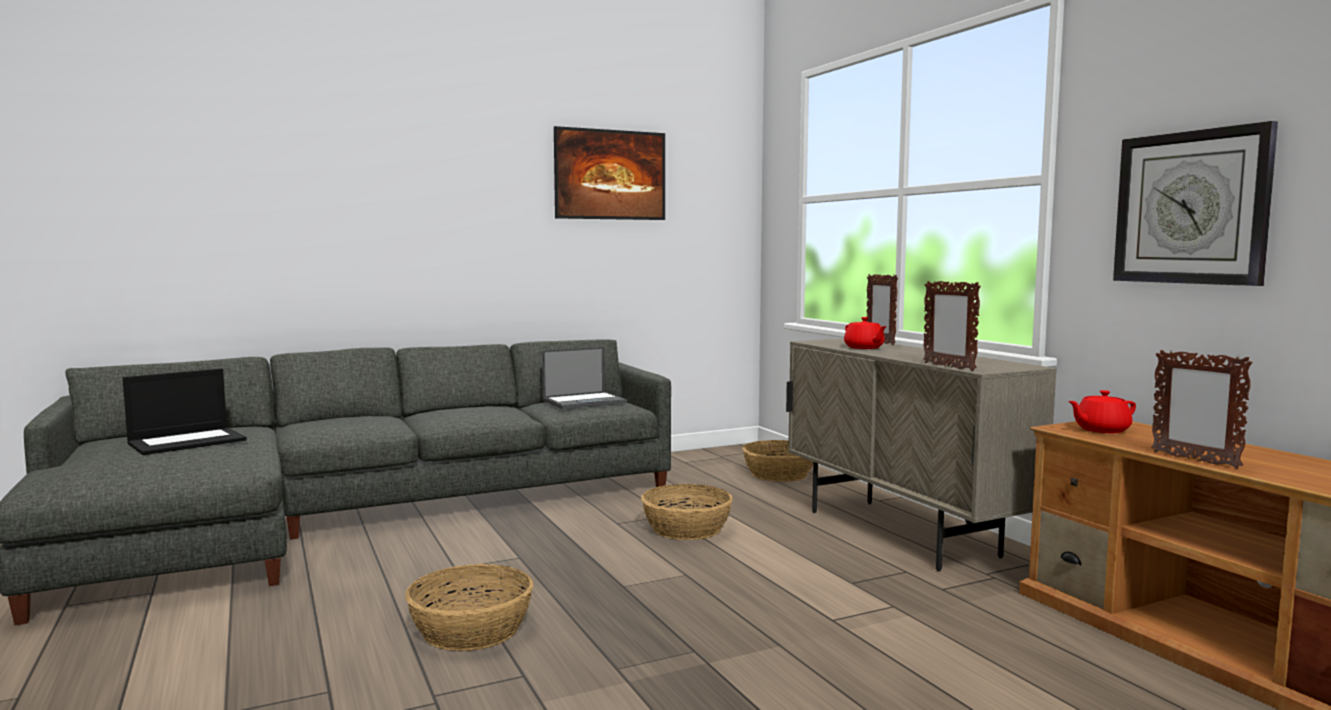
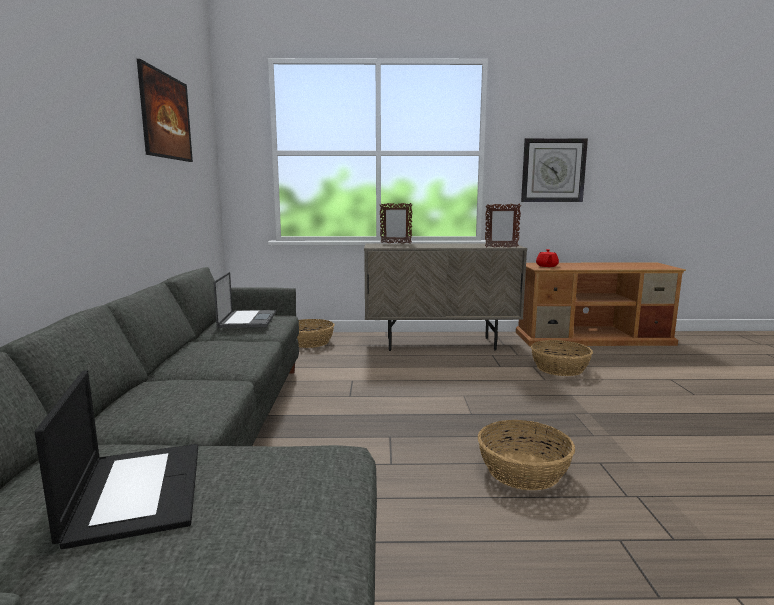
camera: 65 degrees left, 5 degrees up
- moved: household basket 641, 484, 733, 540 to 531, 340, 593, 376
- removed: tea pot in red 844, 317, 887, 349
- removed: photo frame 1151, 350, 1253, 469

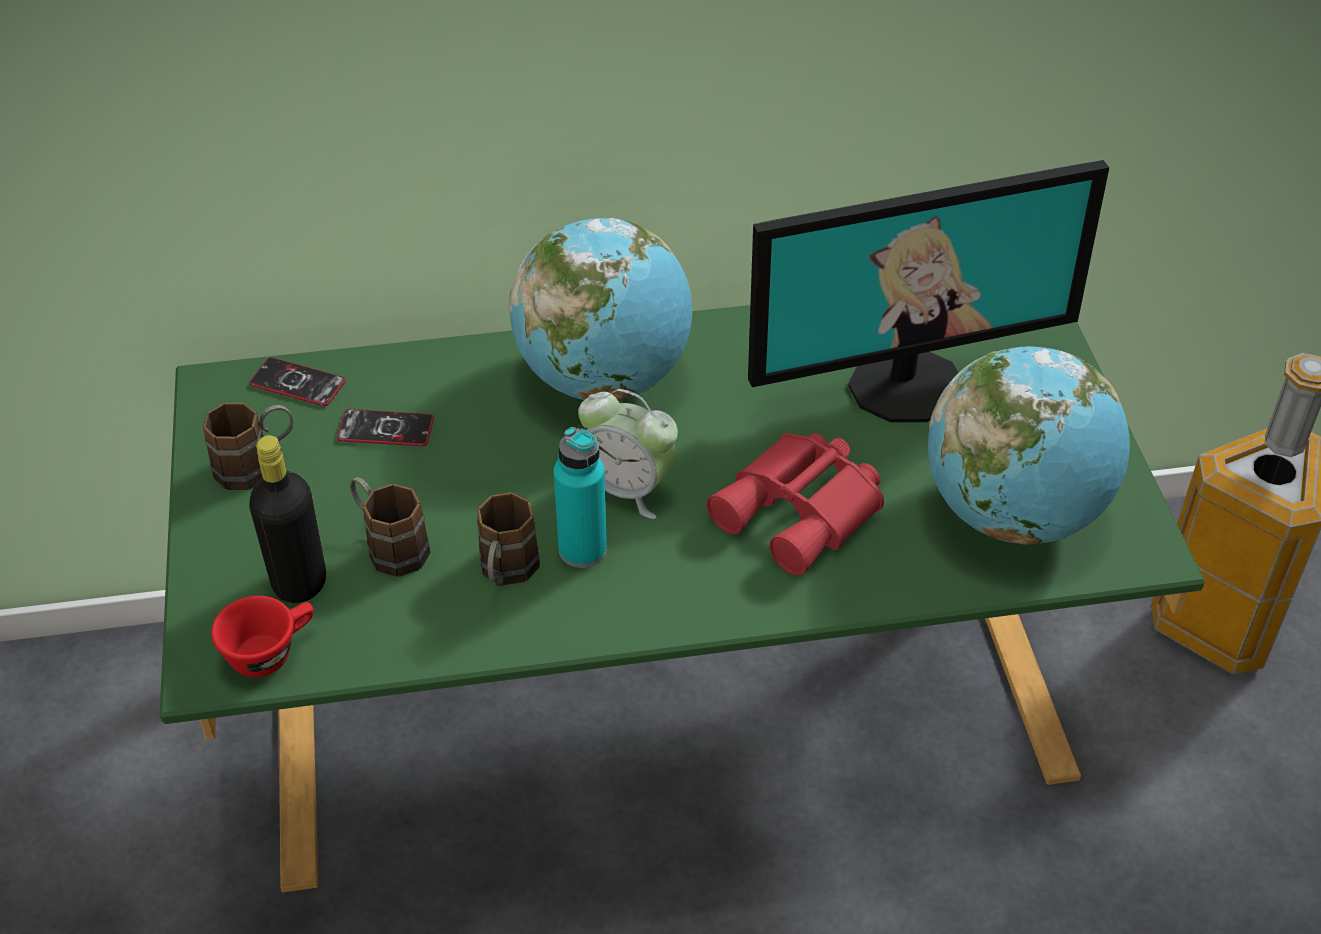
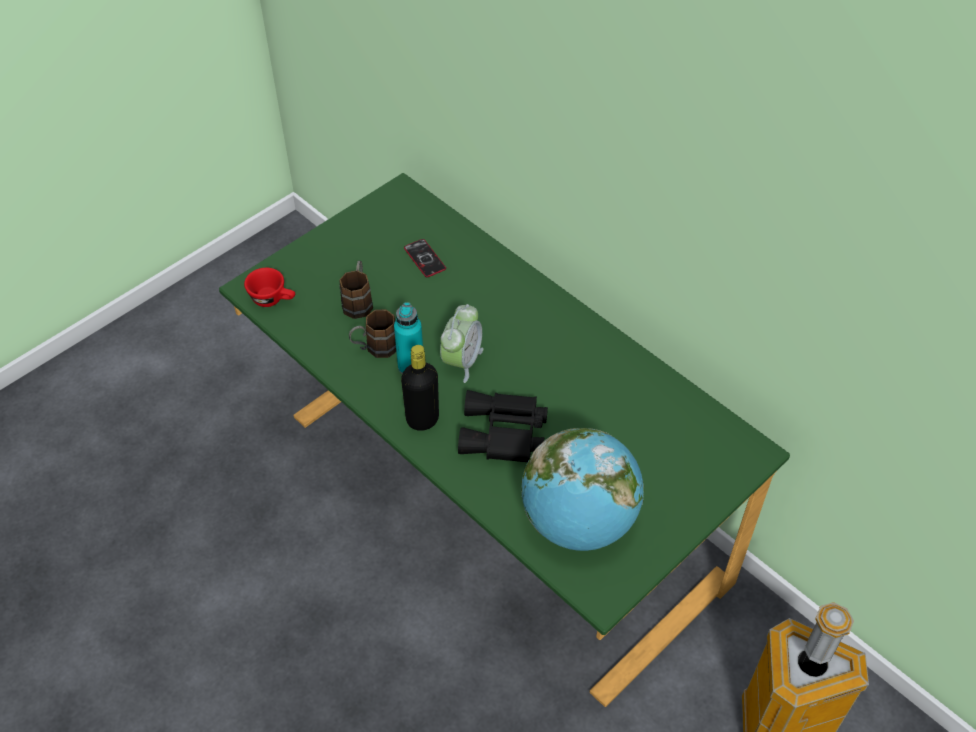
camera: 55 degrees right, 5 degrees up
- moved: bottle in blackish 249, 435, 326, 603 to 401, 345, 439, 431
- turned: alarm clock 578, 389, 678, 519 = 440, 304, 484, 383 150 degrees counterclockwise
- recoloured: pair of binoculars in red 706, 433, 884, 576 to pair of binoculars in blackish 458, 390, 548, 463
- removed: tea mug in brownish 203, 403, 293, 490
- removed: telephone 249, 357, 346, 406
- removed: world globe 509, 218, 692, 400
- removed: monitor 748, 160, 1109, 422

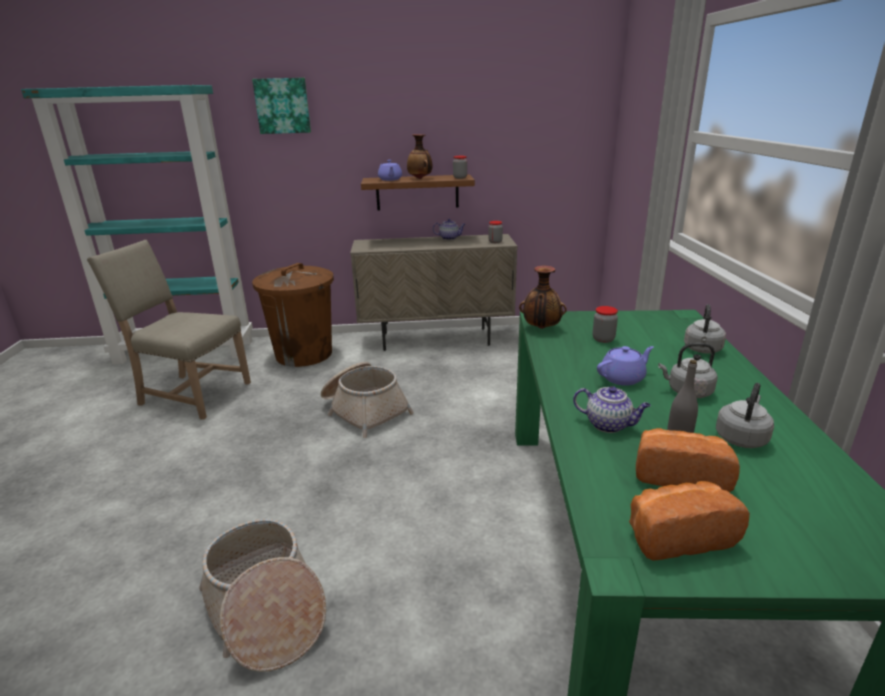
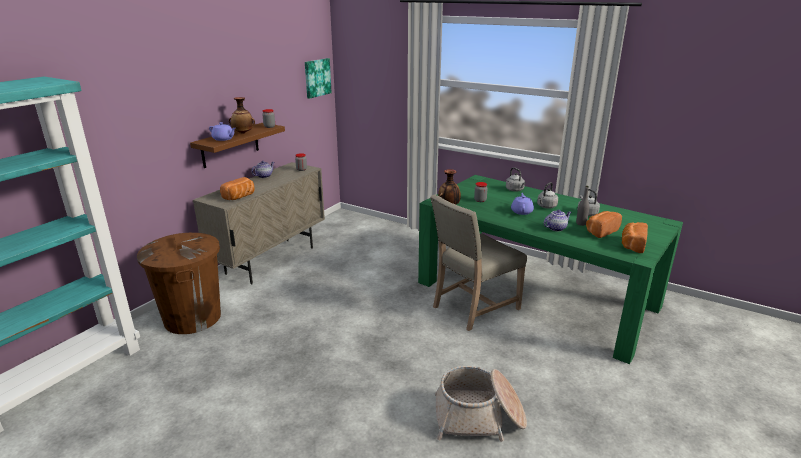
camera: 55 degrees left, 0 degrees up
- added: bakery bread 220, 177, 254, 200
- moved: wall picture 252, 78, 311, 134 to 305, 58, 332, 99
- moved: plain chair in beige 87, 240, 251, 420 to 430, 194, 527, 331
- removed: household basket 321, 362, 414, 438

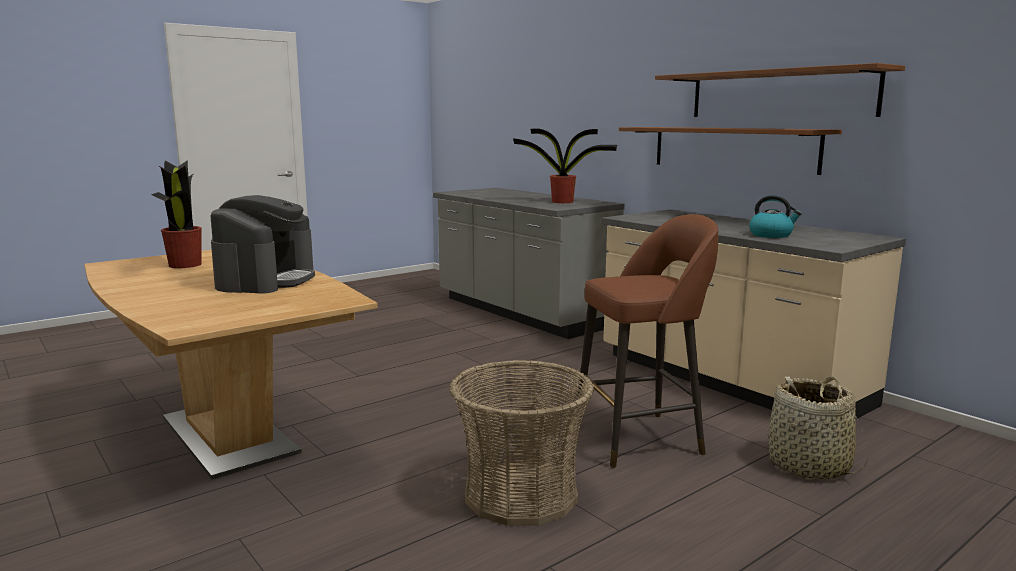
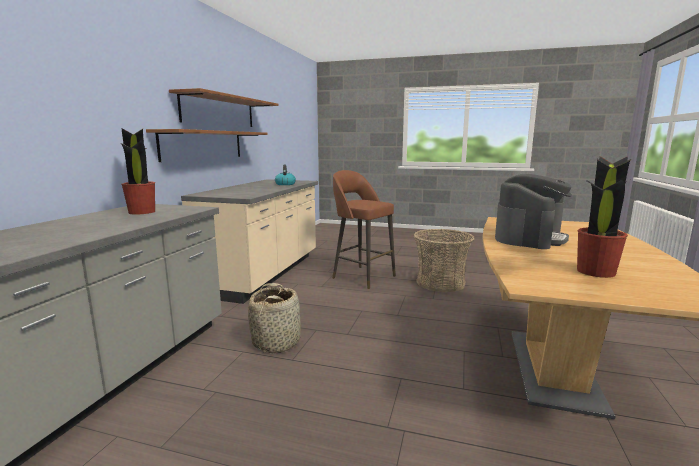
camera: 125 degrees left, 0 degrees up
- moved: household basket 767, 376, 868, 480 to 248, 283, 301, 353
- turned: coffee brewer 211, 195, 315, 294 = 495, 174, 572, 249 150 degrees clockwise

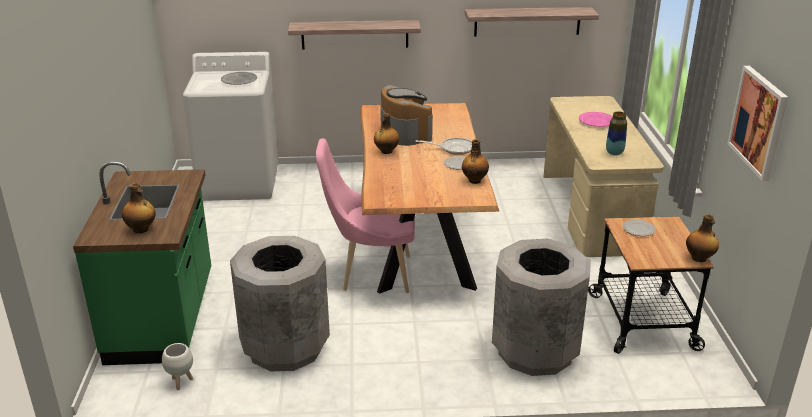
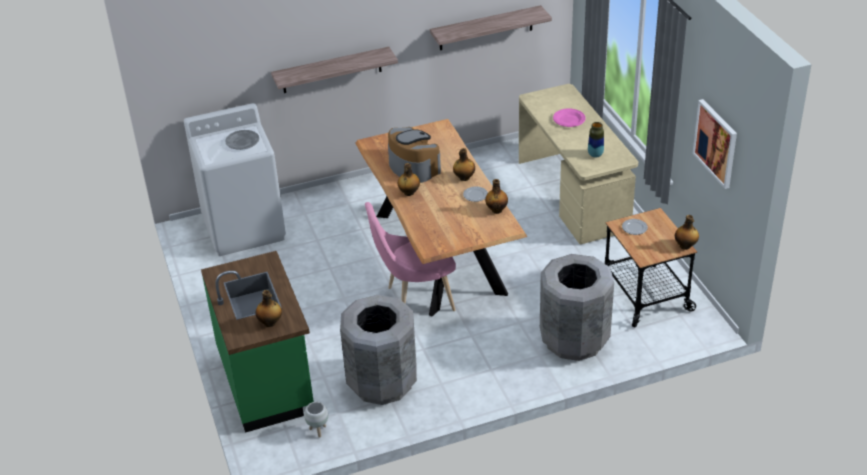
camera: 15 degrees left, 10 degrees up
- replaced: pan 416, 138, 472, 155 to bottle 453, 148, 475, 181

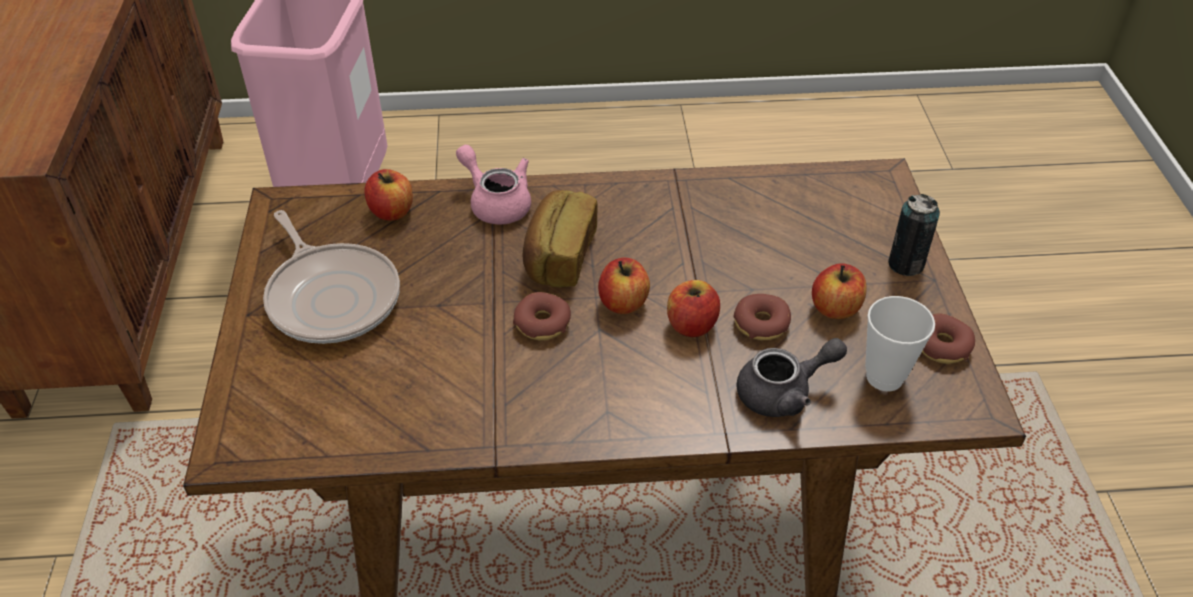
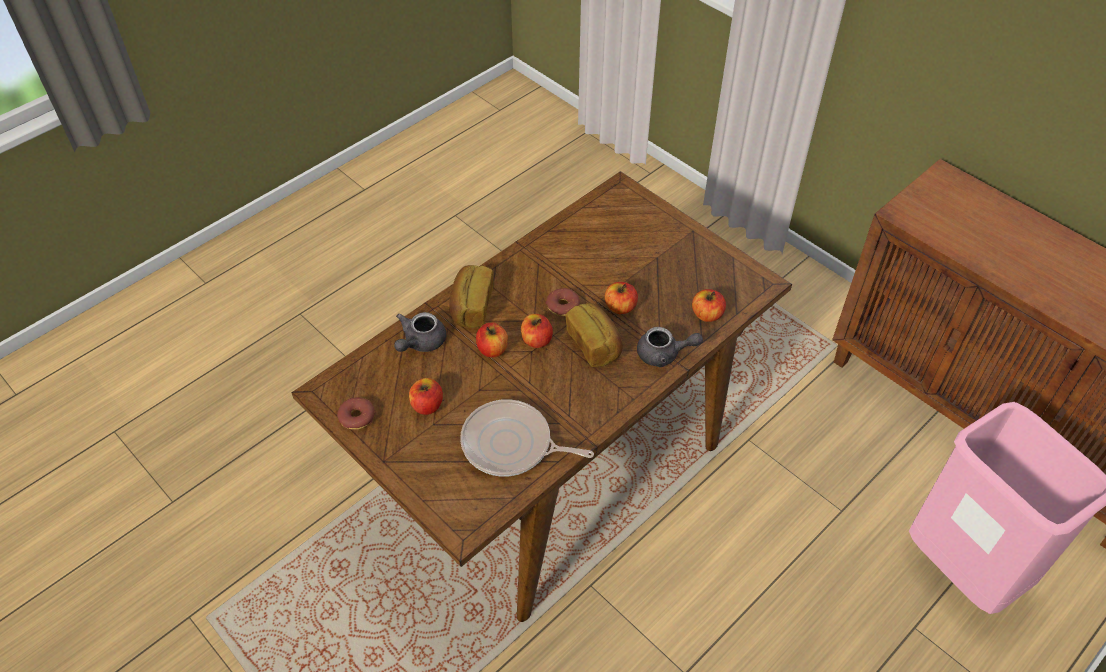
camera: 140 degrees right, 5 degrees up
- added: bakery bread 449, 265, 494, 328
- moved: pan 263, 210, 400, 344 to 460, 399, 594, 477
- added: whole apple 605, 282, 638, 314
- recoloured: tea pot in pink-coloured 456, 145, 531, 225 to tea pot in grey 637, 327, 703, 367
- removed: ring doughnut 734, 294, 791, 340
- removed: drinking cup 865, 296, 935, 391
- removed: sealed can 888, 194, 940, 276

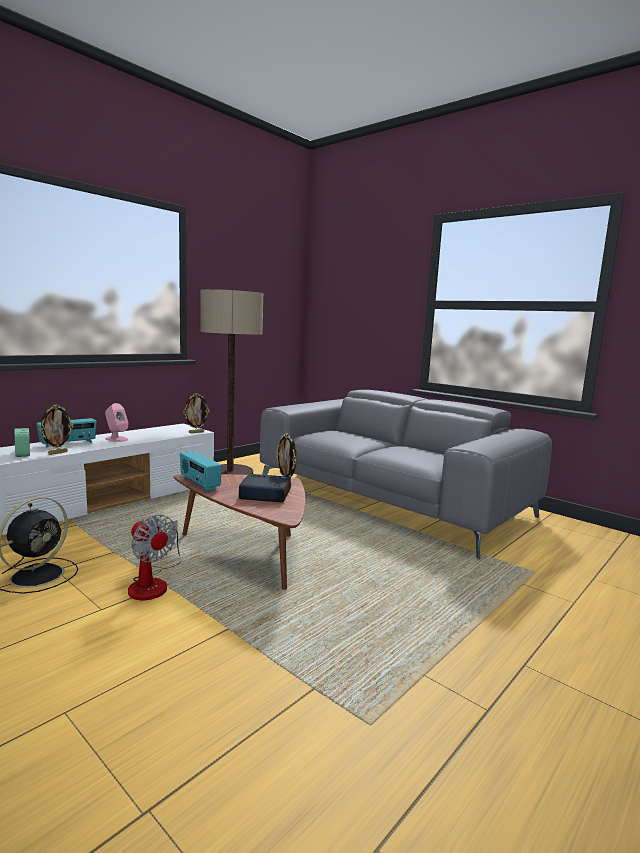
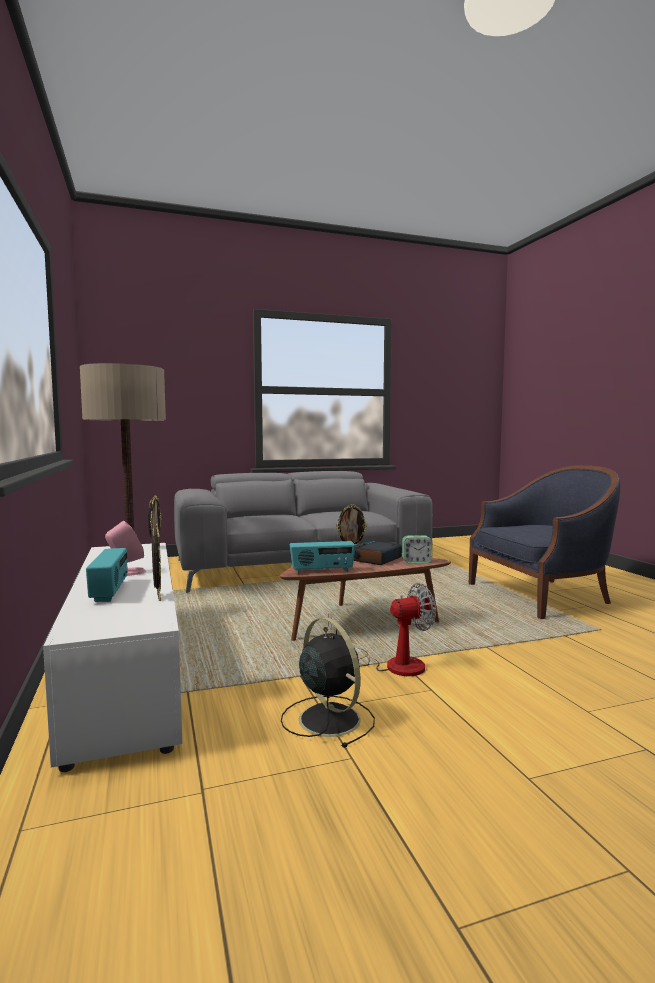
camera: 60 degrees left, 5 degrees down
- moved: alarm clock 14, 428, 30, 457 to 402, 535, 432, 563
- added: armchair in blue 469, 465, 620, 619

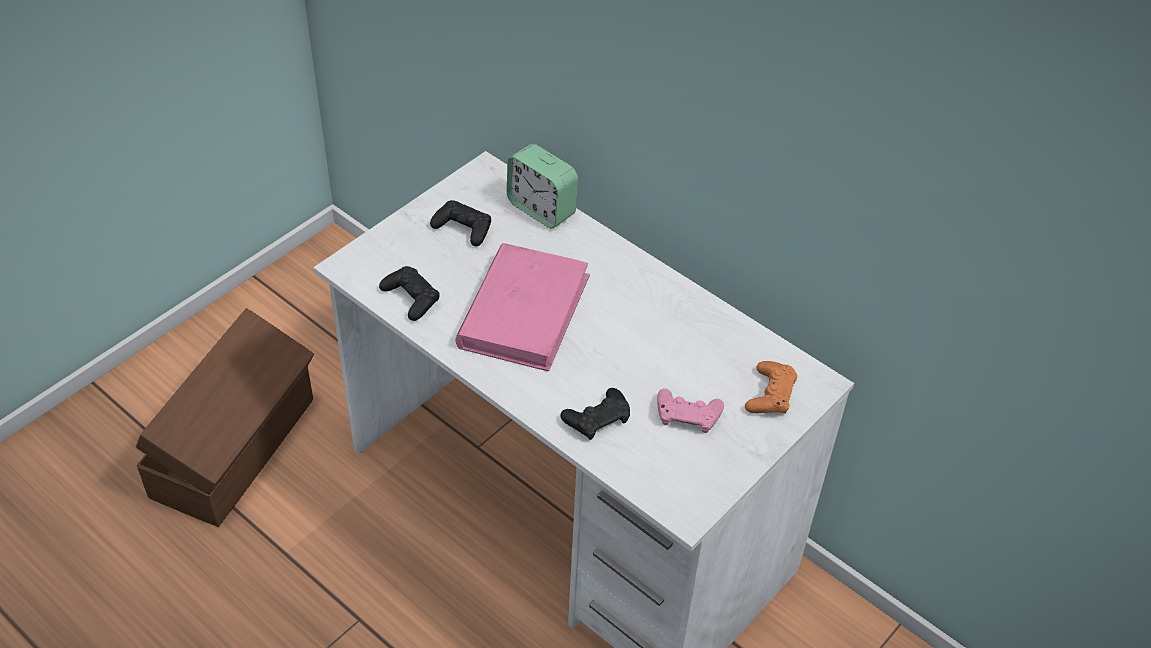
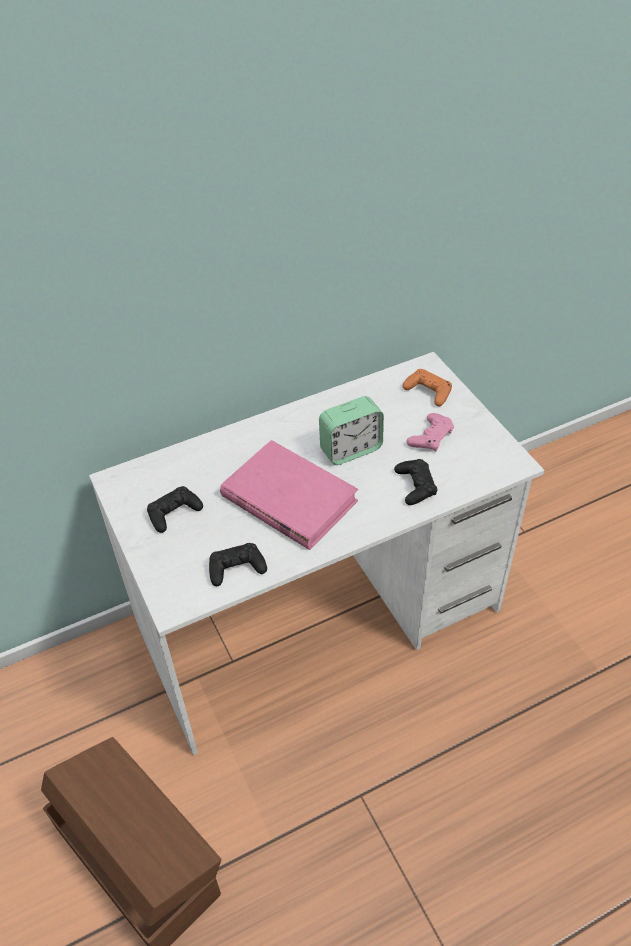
camera: 65 degrees left, 0 degrees up
- moved: alarm clock 507, 144, 578, 228 to 319, 396, 384, 465

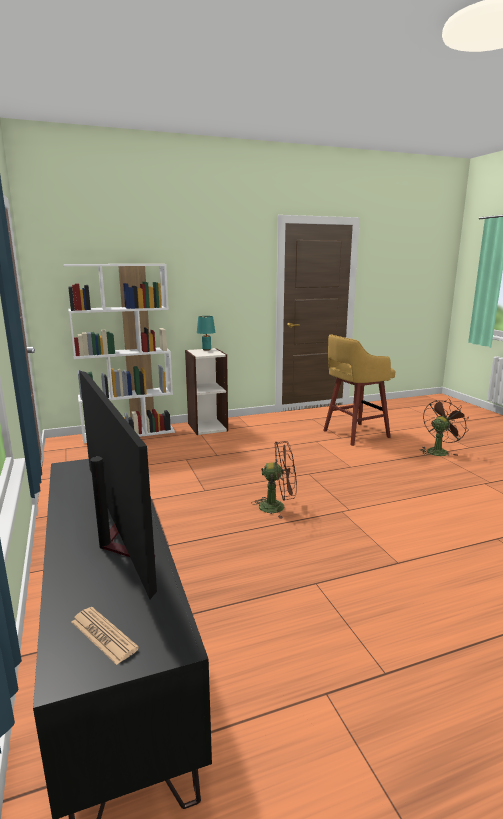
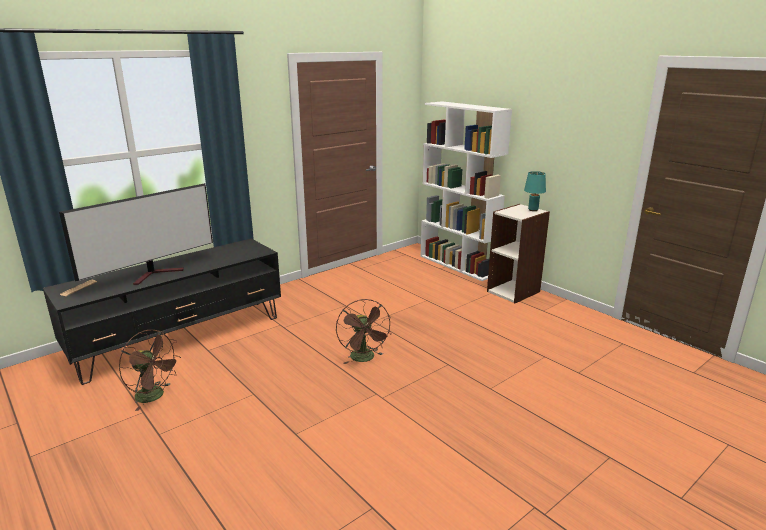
camera: 70 degrees right, 5 degrees up
- moved: fan in brownish 419, 398, 469, 456 to 119, 330, 181, 411
- removed: stool in yellowish 323, 334, 395, 446

